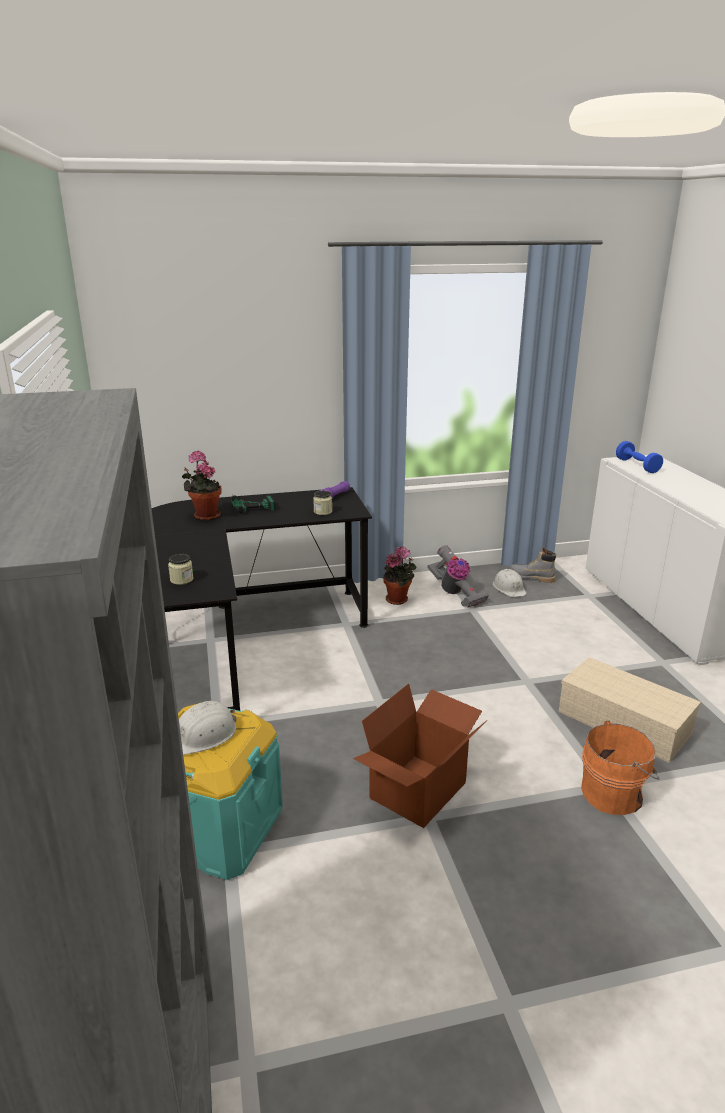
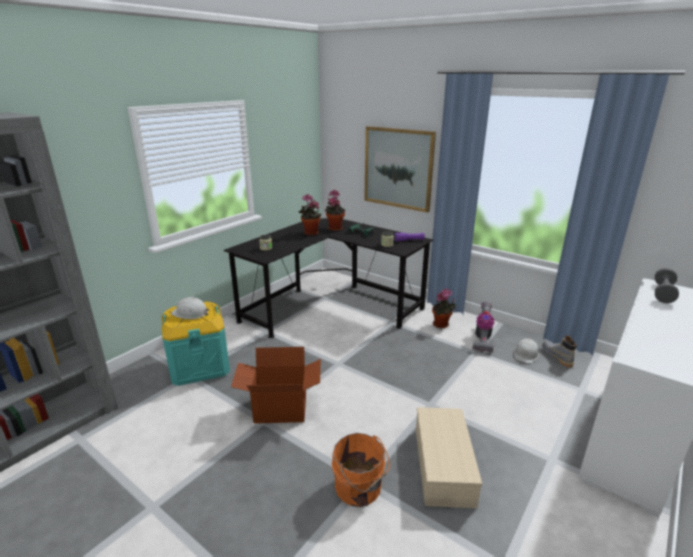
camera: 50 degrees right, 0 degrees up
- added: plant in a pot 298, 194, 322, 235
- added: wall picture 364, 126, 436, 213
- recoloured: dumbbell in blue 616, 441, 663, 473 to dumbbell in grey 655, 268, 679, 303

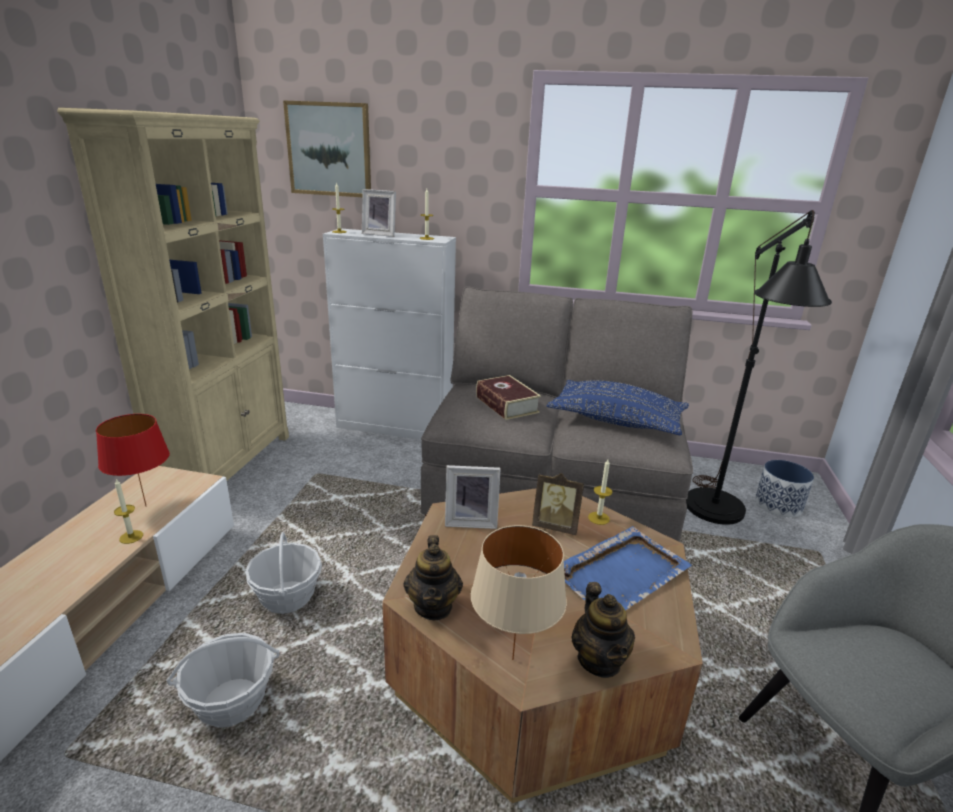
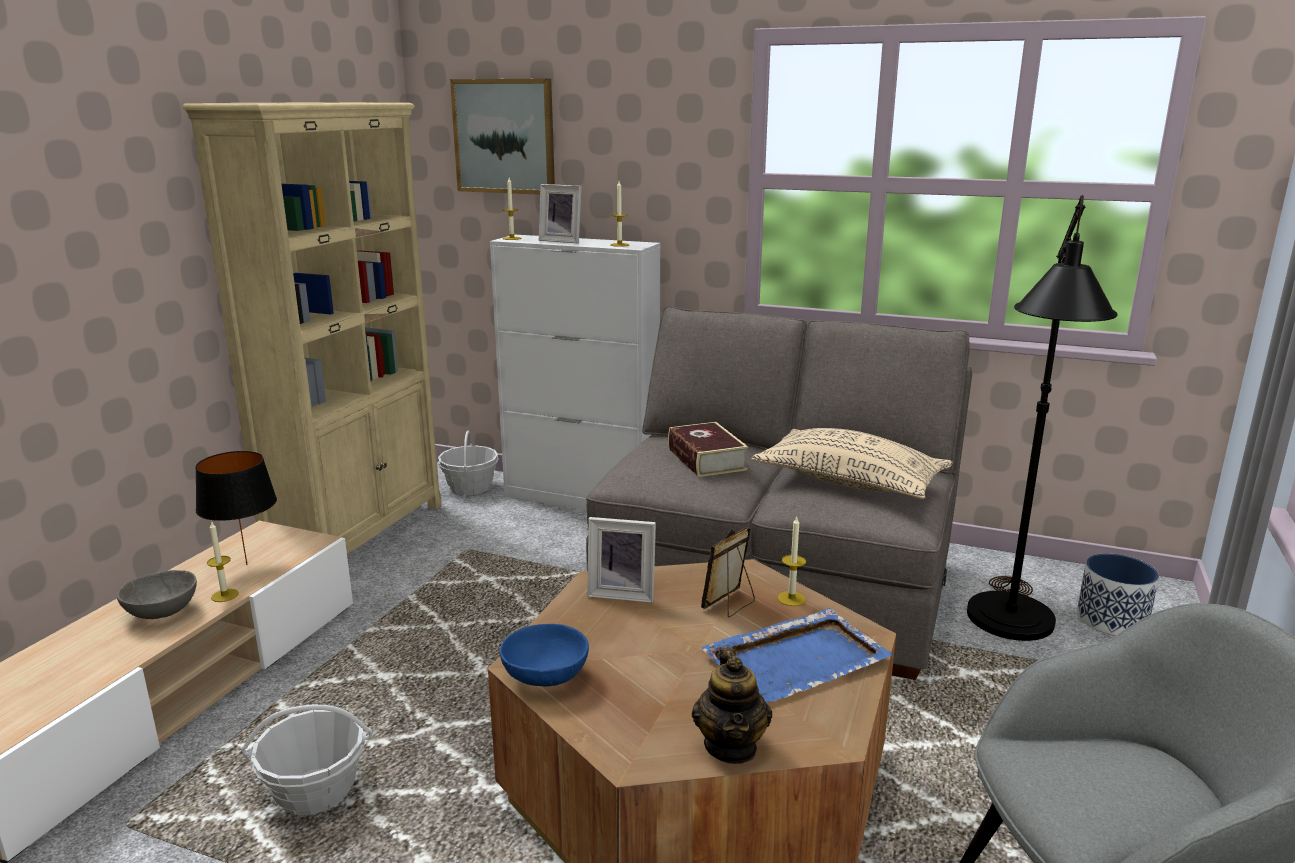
camera: 10 degrees right, 5 degrees down
- added: bowl in grey 117, 570, 197, 619
- recoloured: tabletop lamp in red 96, 414, 170, 507 to tabletop lamp in blackish 195, 451, 277, 565
- moved: household basket 245, 532, 322, 614 to 438, 431, 499, 495
- replaced: tea pot 404, 535, 463, 620 to bowl in blue 500, 624, 589, 686
- turned: photo frame 532, 473, 584, 535 = 701, 527, 755, 617 105 degrees clockwise
- recoloured: throw pillow in blue 547, 380, 689, 435 to throw pillow in beige 752, 428, 953, 499
- removed: tabletop lamp in beige 471, 525, 567, 660

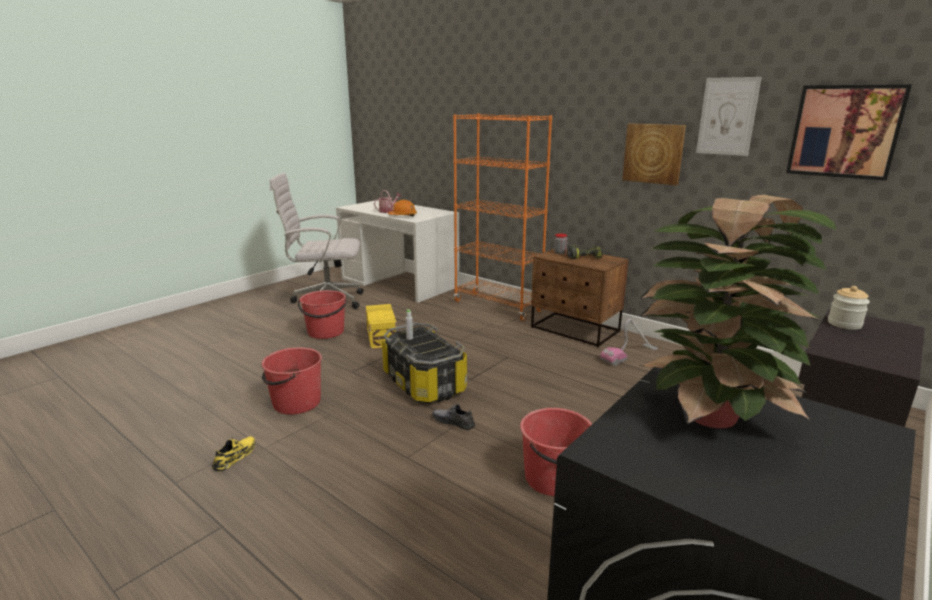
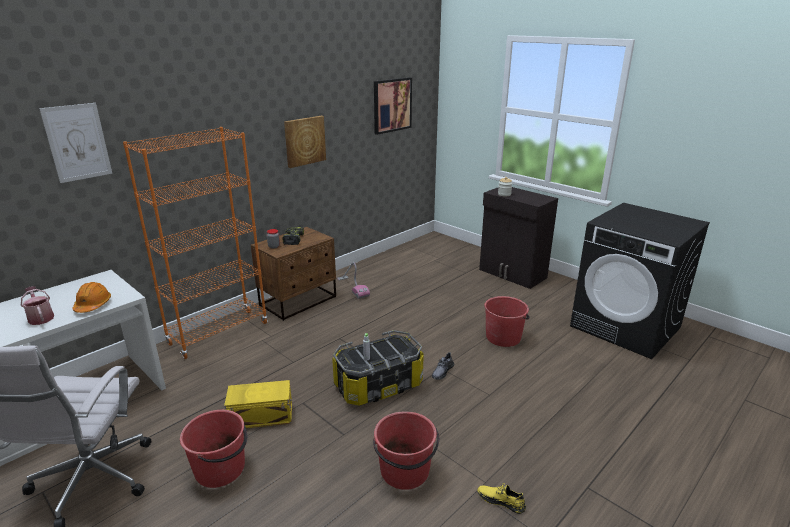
camera: 85 degrees left, 5 degrees up
- moved: wall picture 696, 77, 762, 156 to 39, 103, 112, 183
- removed: plant in a pot 639, 194, 837, 428

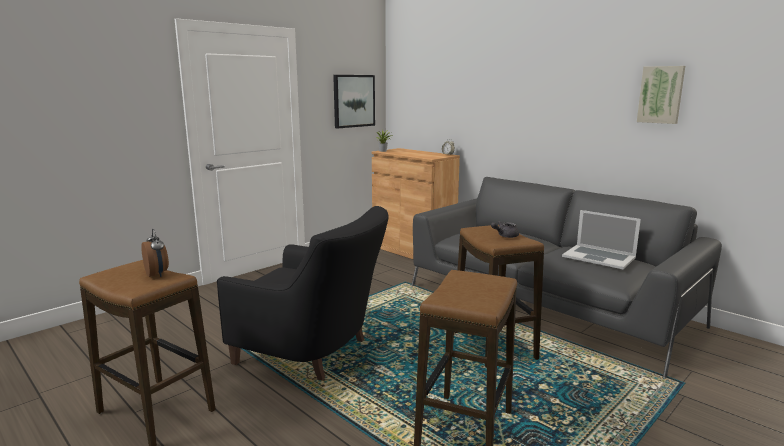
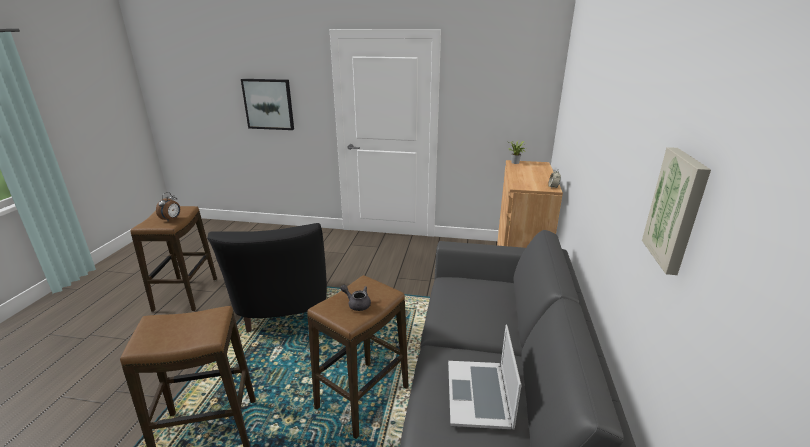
camera: 55 degrees right, 10 degrees up
- moved: wall picture 333, 75, 375, 129 to 241, 79, 294, 130

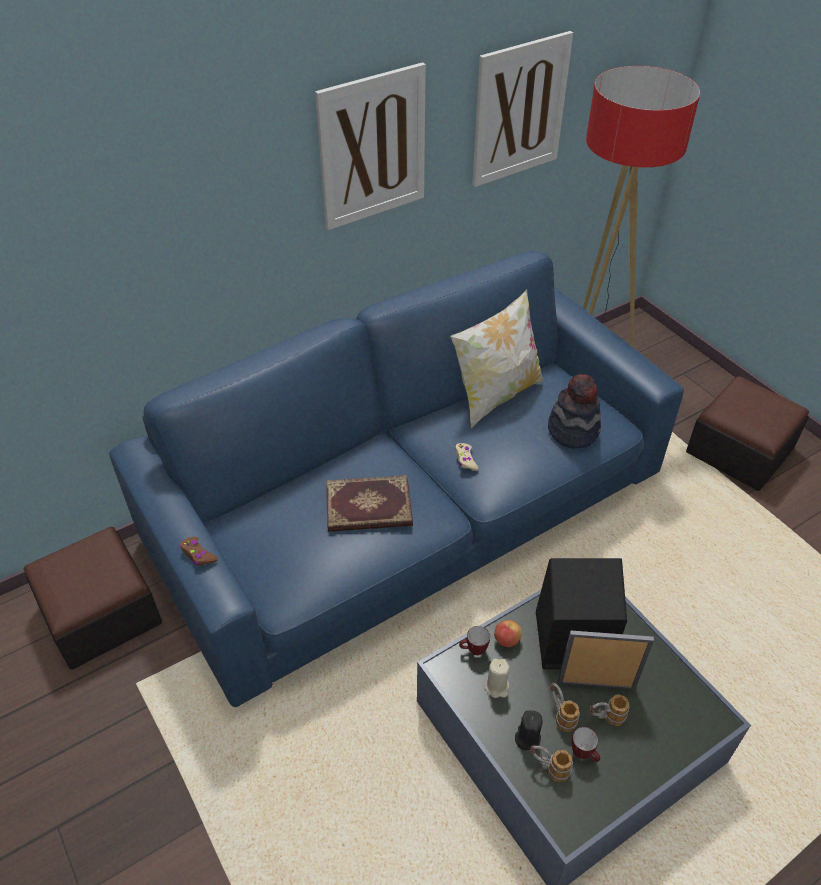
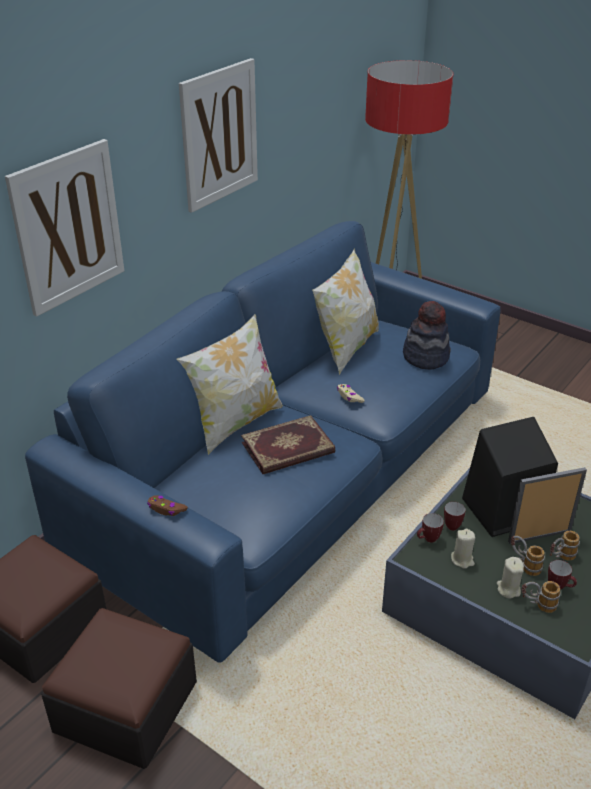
camera: 20 degrees left, 10 degrees down
- moved: wall picture 472, 31, 573, 187 to 5, 139, 124, 317
- moved: footrest 686, 376, 809, 491 to 41, 608, 197, 769
- added: throw pillow 176, 314, 283, 455
- replaced: whole apple 494, 620, 522, 647 to tea mug 444, 502, 465, 531
- recoloured: wax candle in blackish 515, 710, 543, 750 to wax candle in beige 497, 557, 524, 599

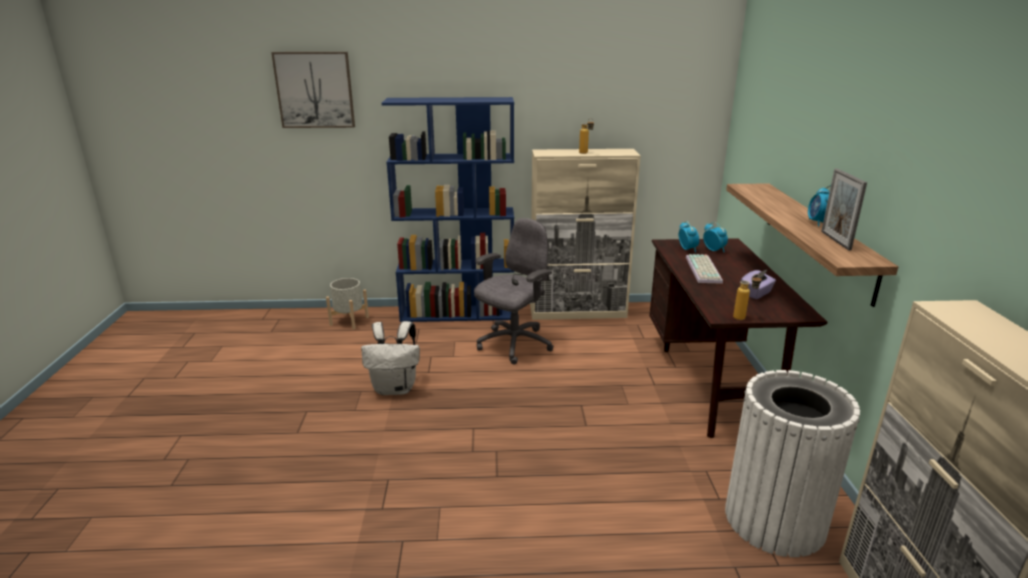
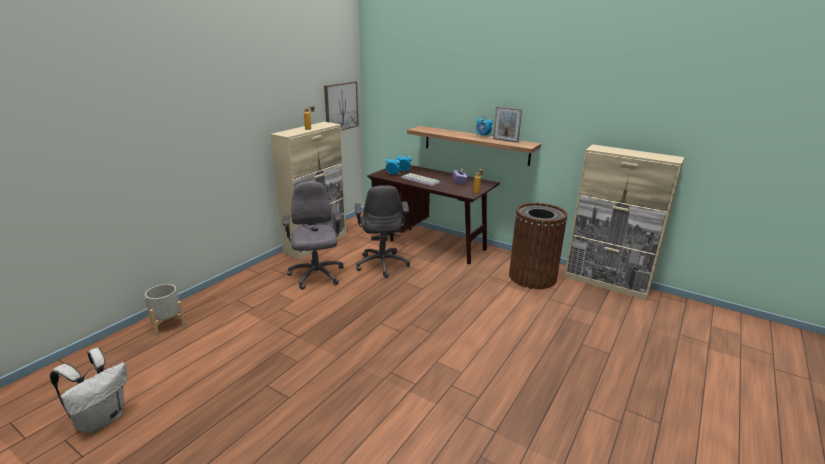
camera: 55 degrees left, 0 degrees up
- moved: backpack in white 361, 321, 420, 395 to 50, 348, 127, 434
- moved: wall picture 271, 52, 355, 128 to 324, 81, 359, 131
- added: office chair in grey 355, 185, 410, 278
- recoloured: waste bin in white 725, 370, 860, 557 to waste bin in brownish 509, 203, 567, 289
- removed: bookcase in blue 382, 97, 514, 322

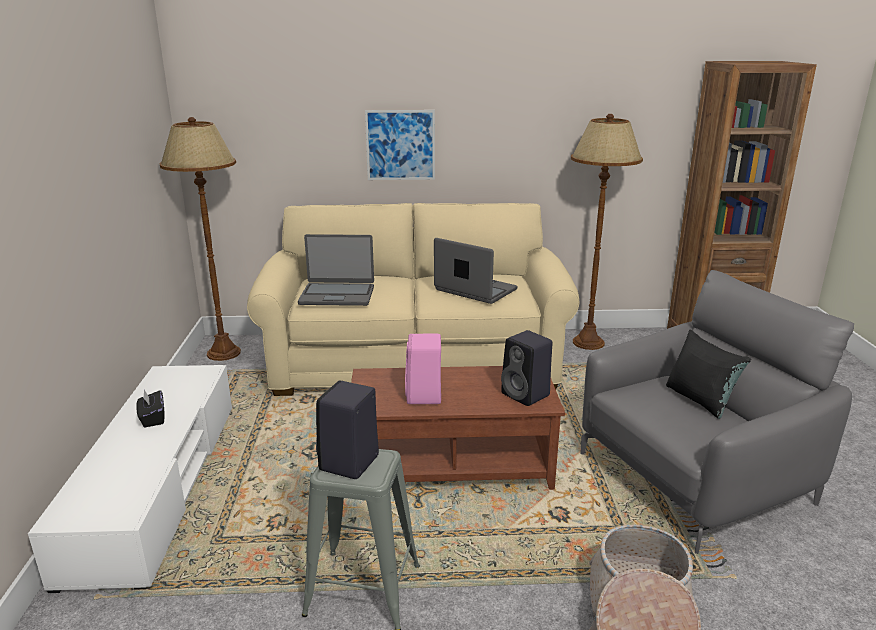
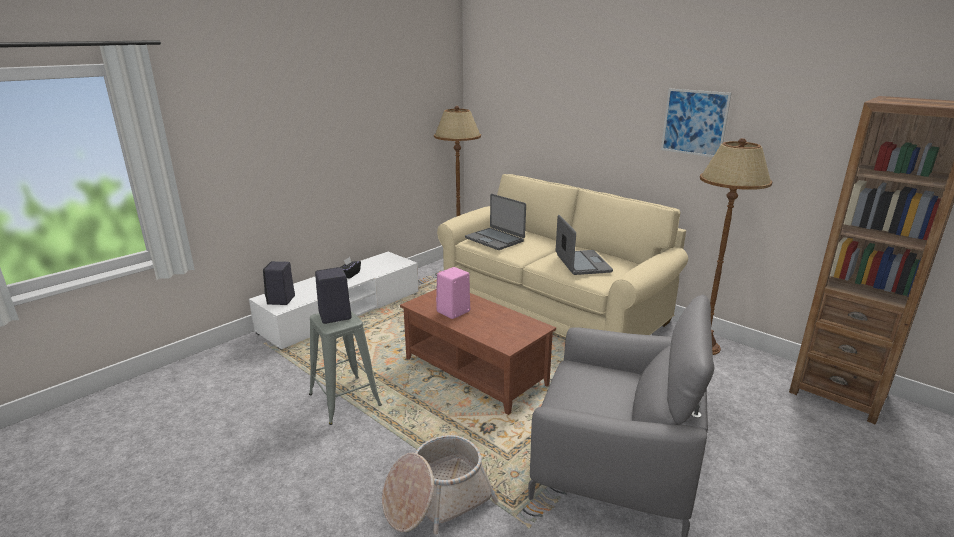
camera: 45 degrees right, 0 degrees up
- moved: audio speaker in blackish 501, 330, 553, 406 to 263, 261, 295, 305
- moved: wall picture 365, 110, 435, 180 to 661, 88, 732, 157
- removed: throw pillow in blackish 666, 330, 751, 419

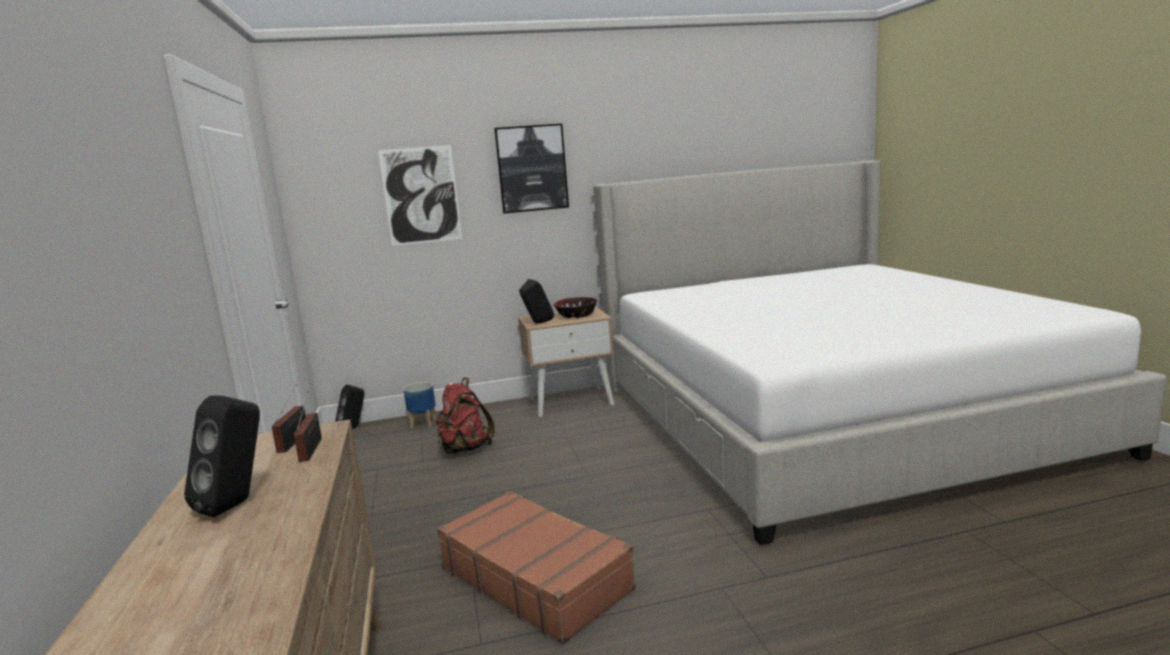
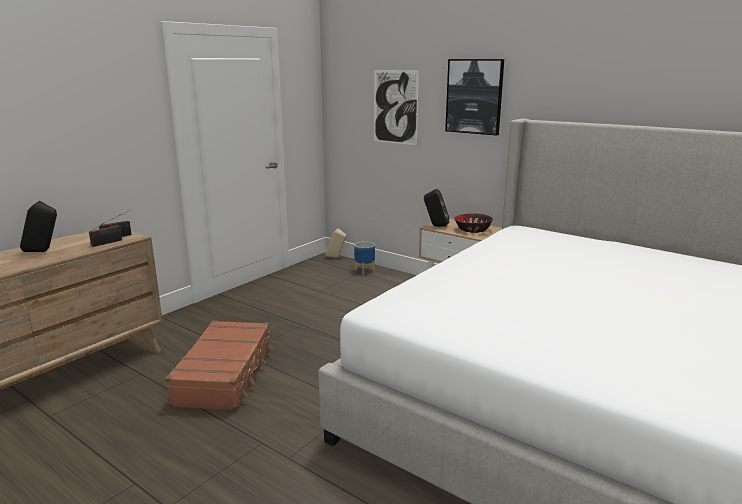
camera: 50 degrees right, 5 degrees up
- recoloured: audio speaker in blackish 335, 385, 364, 429 to audio speaker in beige 325, 228, 346, 258
- removed: backpack in red 435, 377, 495, 454

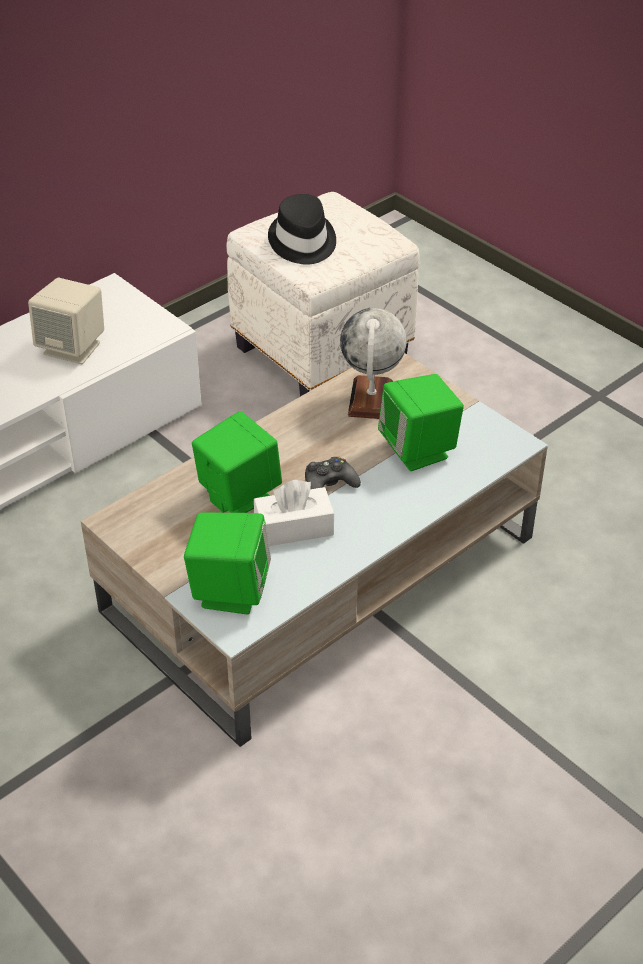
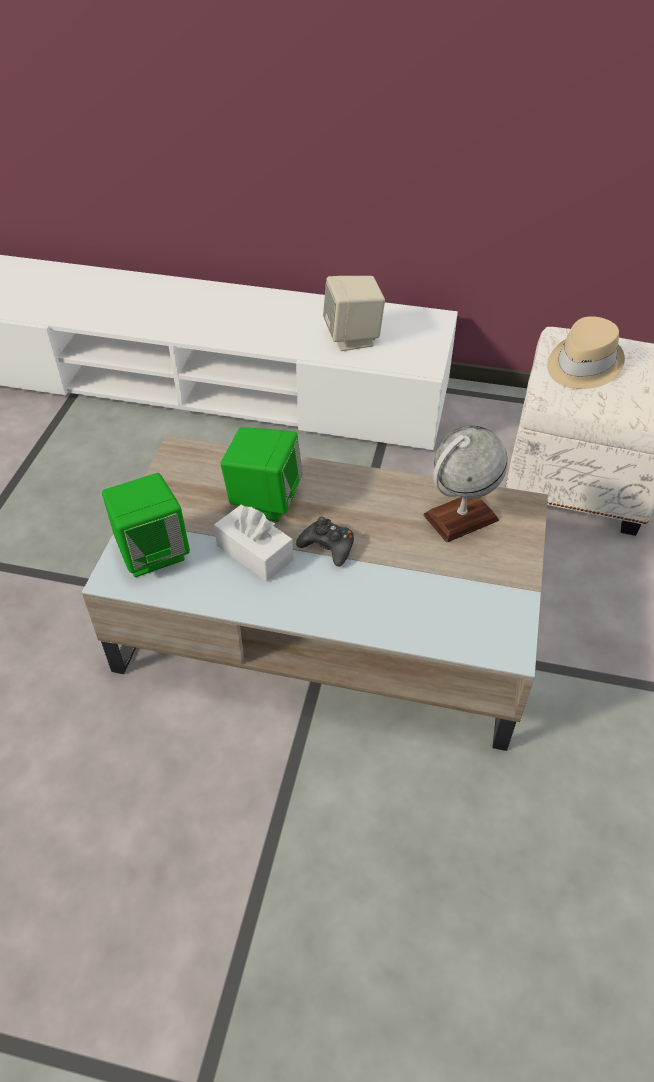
camera: 55 degrees right, 5 degrees up
- recoloured: hat in blackish 268, 194, 336, 265 to hat in beige 547, 316, 625, 389
- removed: audio speaker in green 378, 374, 464, 471

